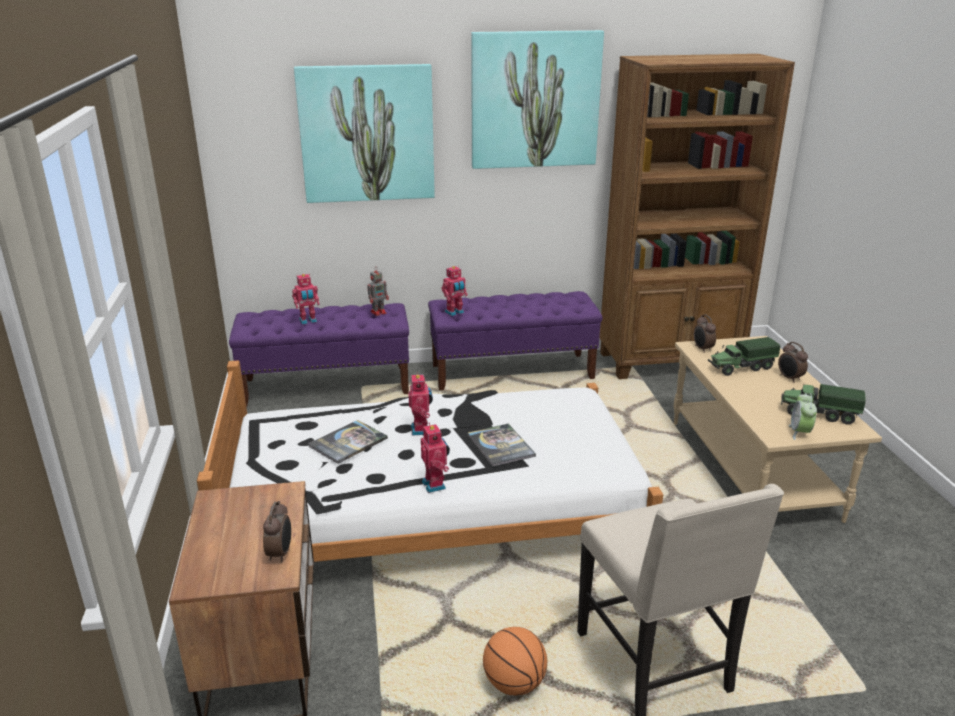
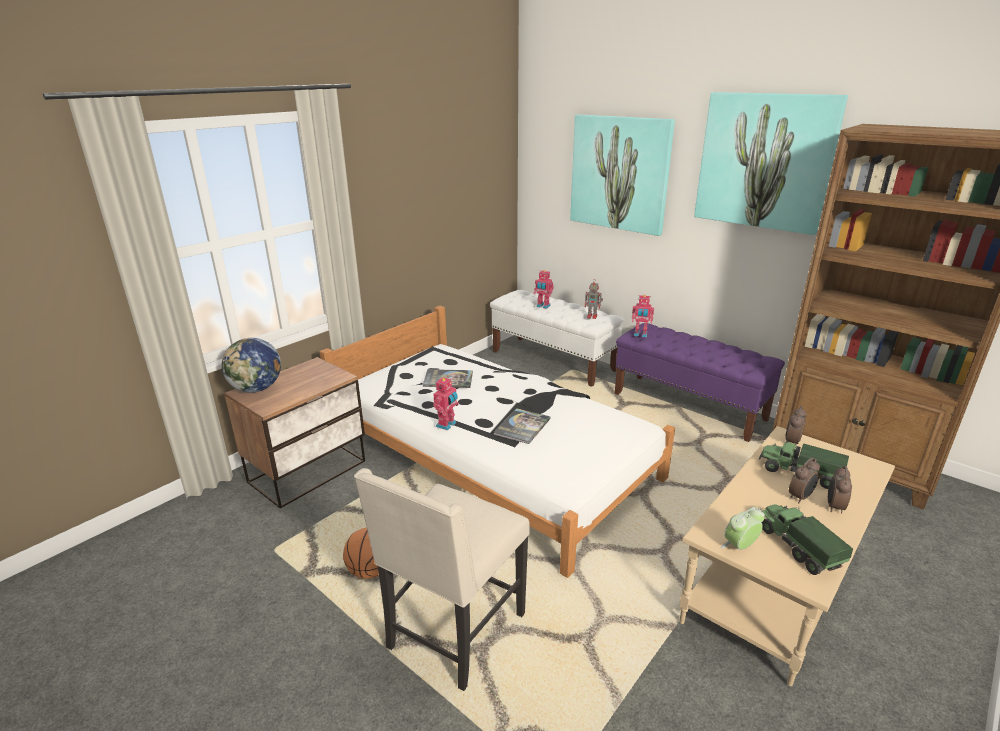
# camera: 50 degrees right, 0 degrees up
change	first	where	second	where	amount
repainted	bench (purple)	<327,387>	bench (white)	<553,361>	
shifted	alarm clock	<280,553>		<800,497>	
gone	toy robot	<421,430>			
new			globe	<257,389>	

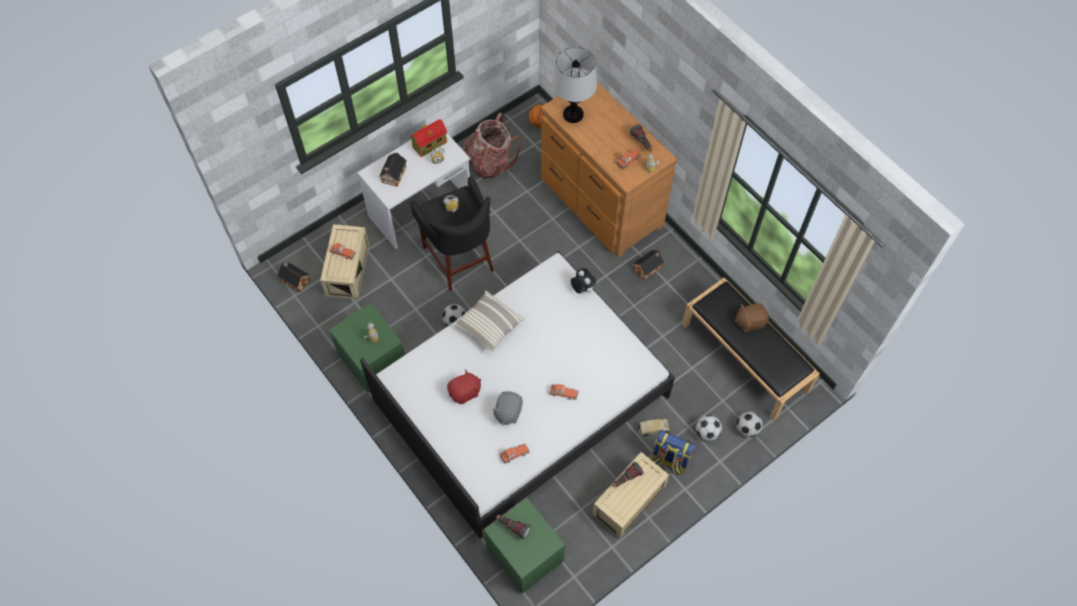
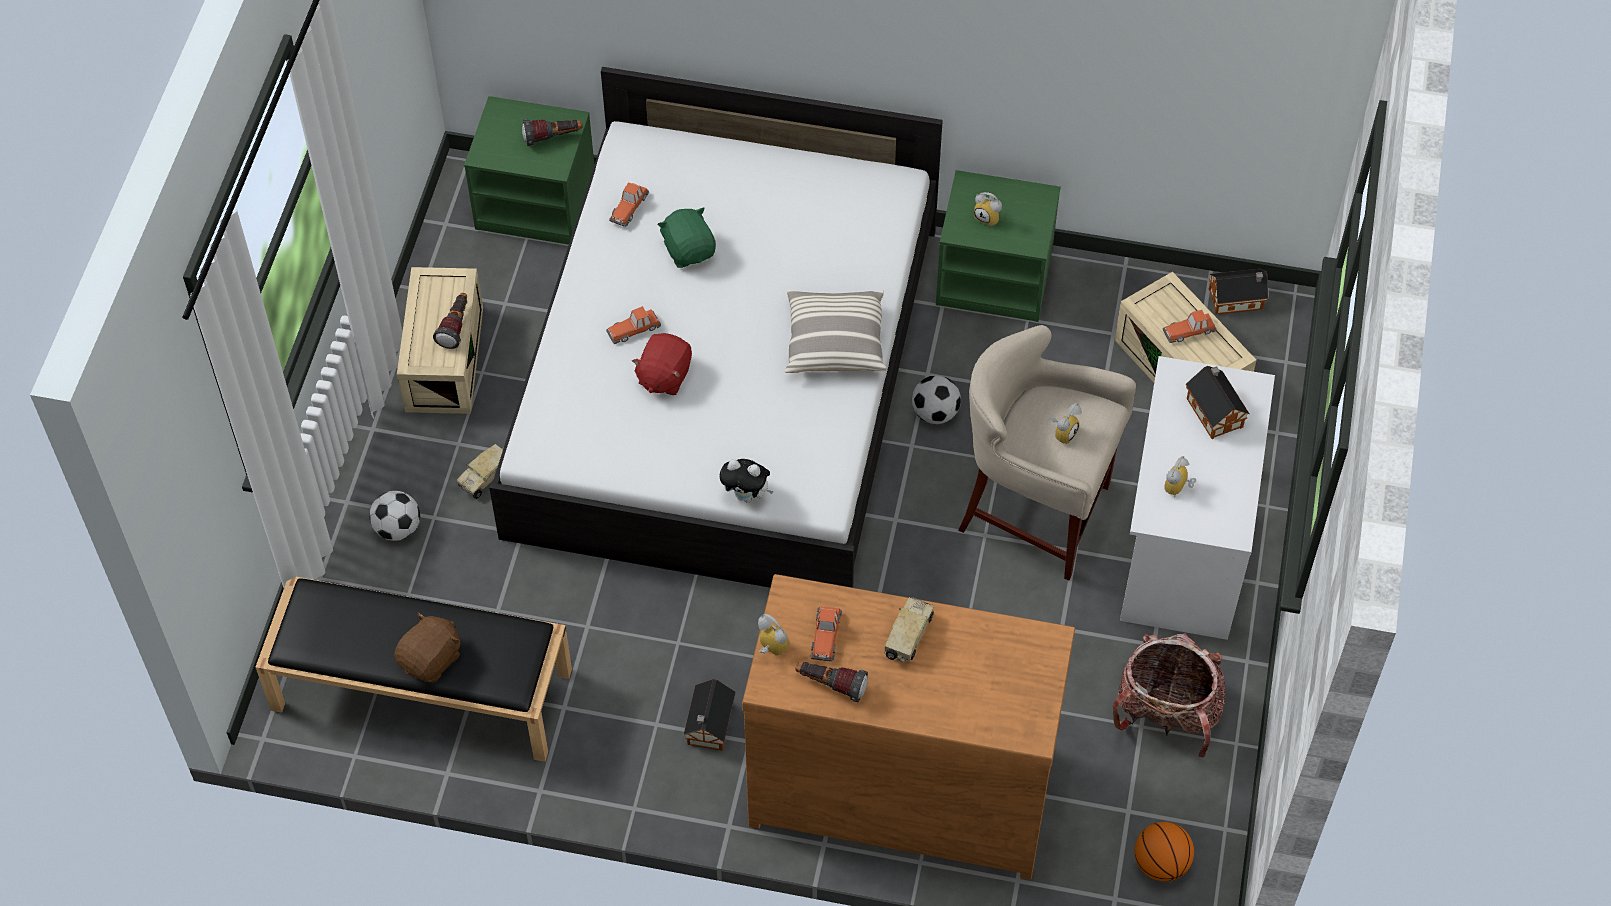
# camera: 140 degrees right, 5 degrees down
change	first	where	second	where	amount
gone	toy house	<429,145>			
repainted	stool (black)	<459,257>	stool (beige)	<1035,512>	
shifted	plush toy (red)	<465,392>		<663,376>	
repainted	plush toy (grey)	<508,412>	plush toy (green)	<689,250>	
gone	table lamp	<573,114>			
gone	backpack	<669,460>			
gone	football	<747,429>			
new			toy truck	<908,636>	

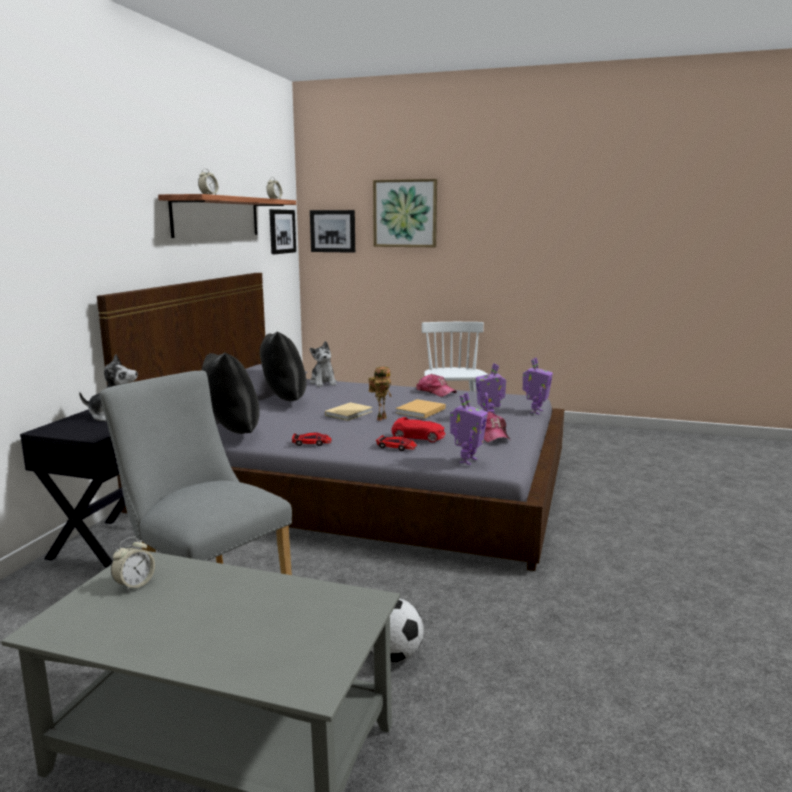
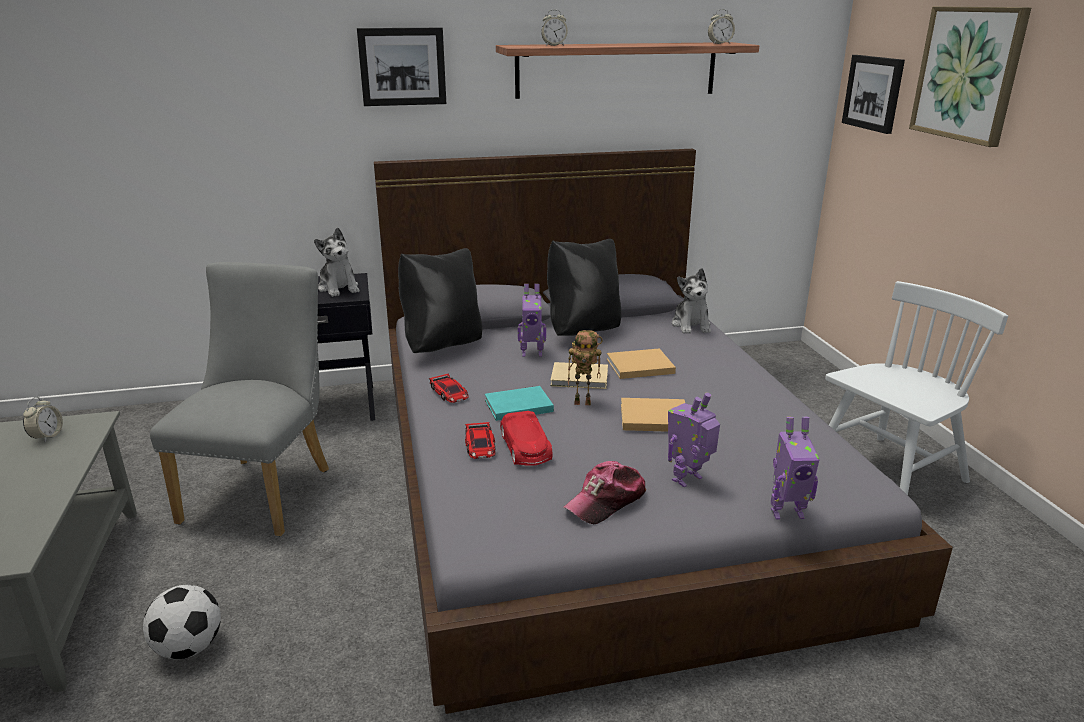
# camera: 60 degrees right, 10 degrees up
change	first	where	second	where	amount
rotated	alarm clock	<135,584>		<47,436>	90 degrees counterclockwise
shifted	picture	<281,231>		<402,66>	
rotated	plush toy	<323,382>		<691,325>	45 degrees counterclockwise
gone	cap	<435,392>			
shifted	toy robot	<467,460>		<532,353>	
new			book (turquoise)	<516,405>	
new			book (beige)	<638,366>	

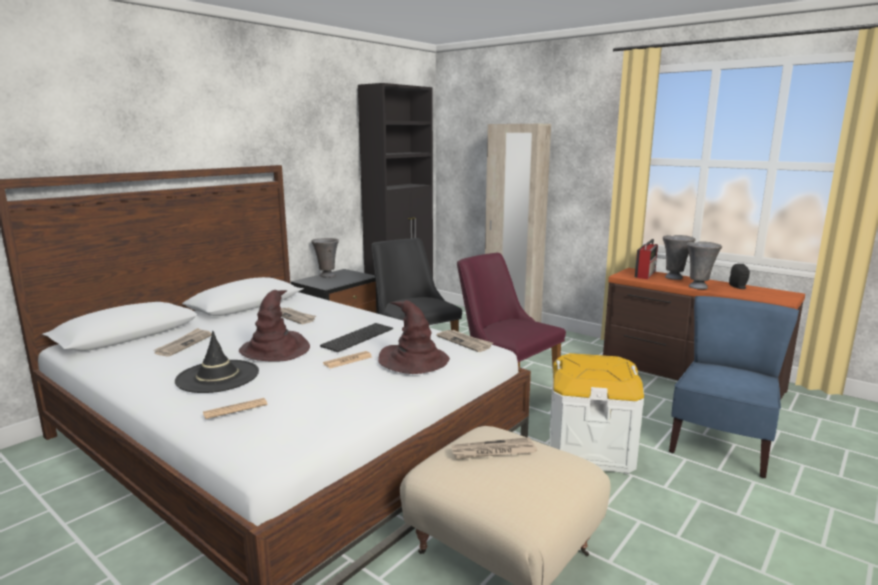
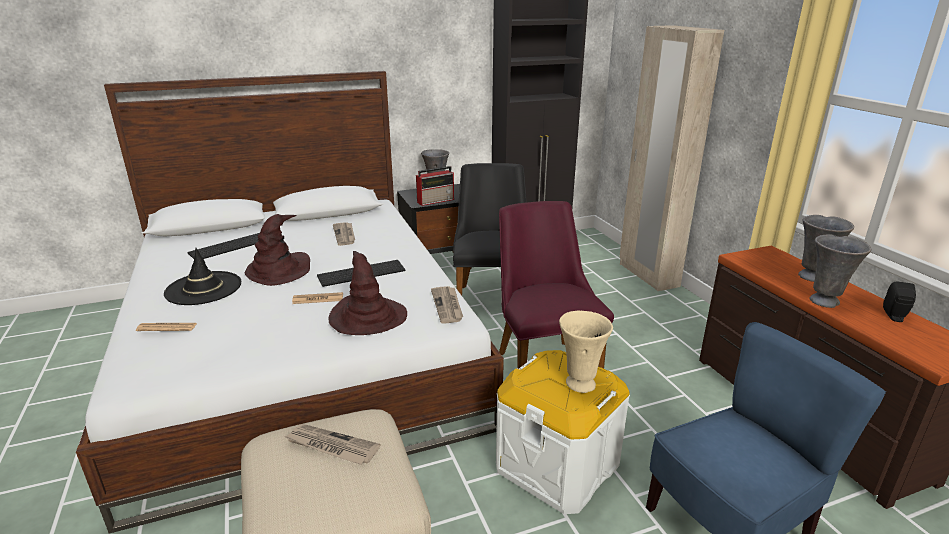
# camera: 30 degrees right, 10 degrees up
change	first	where	second	where	amount
swapped	newspaper	<184,344>	keyboard	<230,246>	
shifted	radio	<645,274>		<436,200>	
new			vase (beige)	<579,383>	

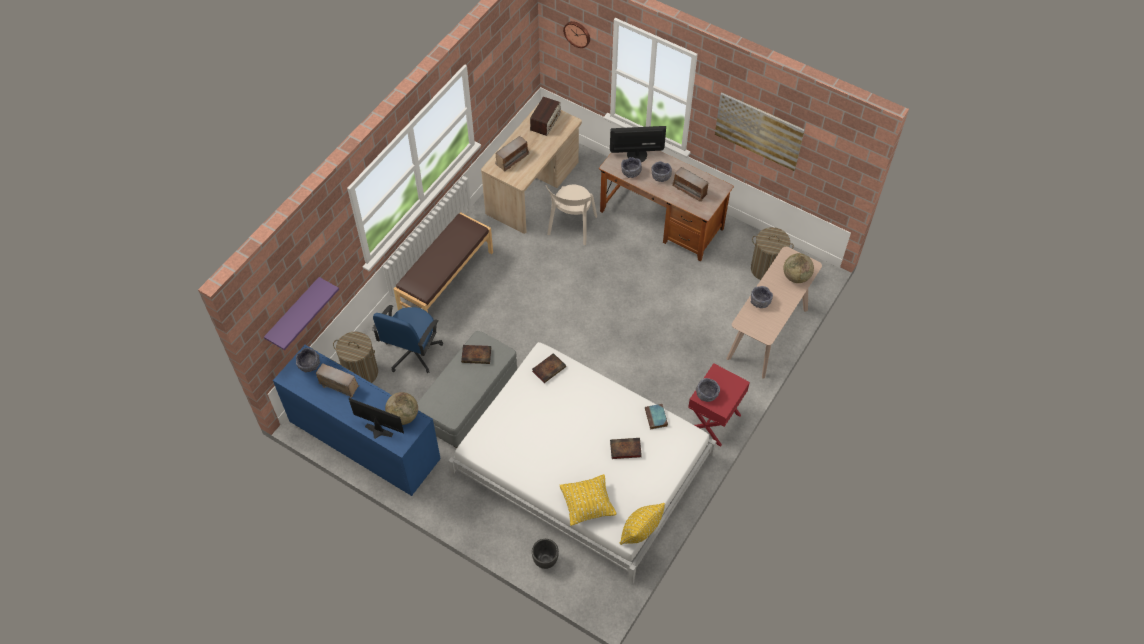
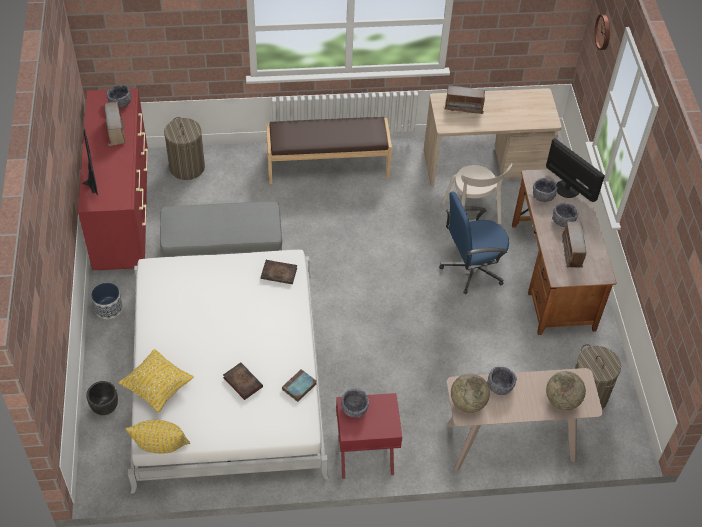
# camera: 50 degrees right, 5 degrees down
change	first	where	second	where	amount
gone	shelf (purple)	<294,313>			
repainted	dresser (blue)	<365,442>	dresser (red)	<123,210>	
shifted	office chair (blue)	<412,352>		<471,268>	
shifted	globe	<403,416>		<467,403>	
gone	book	<477,355>			
gone	radio	<545,121>			
rotated	chair (beige)	<571,227>		<472,215>	90 degrees counterclockwise
gone	picture	<758,131>			
new			planter	<108,308>	

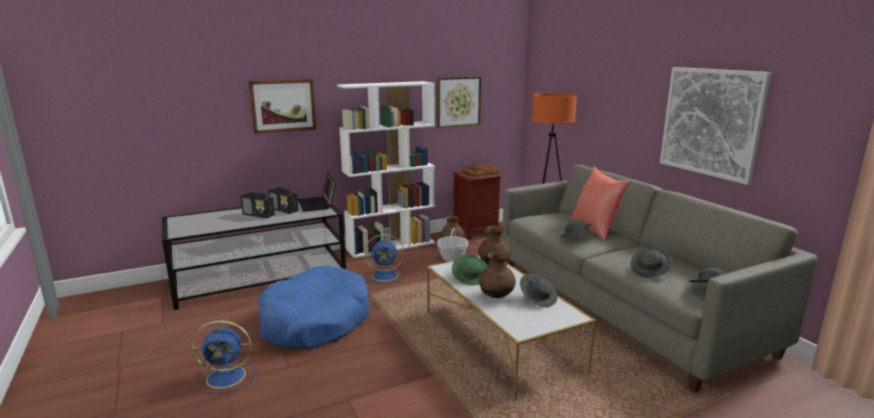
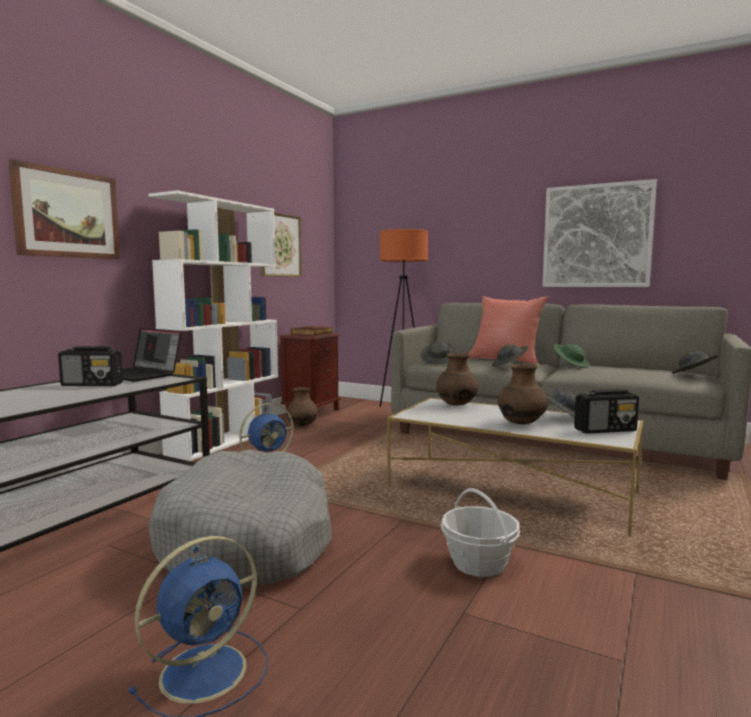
# camera: 35 degrees left, 10 degrees down
change	first	where	second	where	amount
shifted	radio	<259,215>		<605,430>	
repainted	dog bed (blue)	<315,321>	dog bed (grey)	<248,540>	
shifted	basket	<452,258>		<479,563>	
shifted	hat (green)	<470,278>		<571,365>	
shifted	hat (grey)	<650,271>		<439,362>	

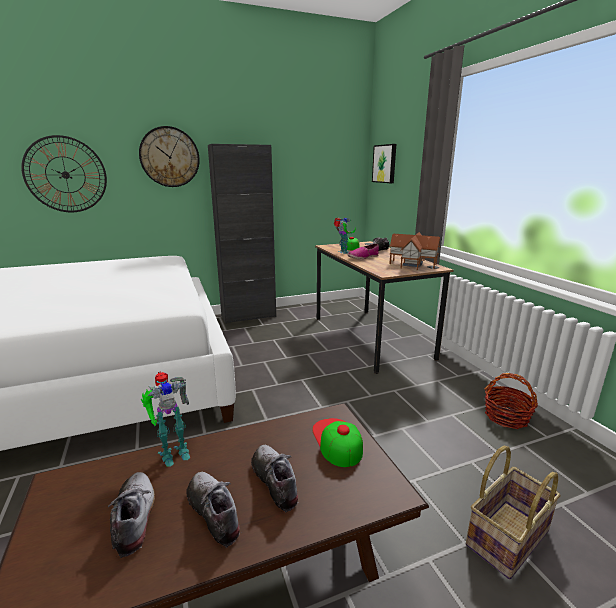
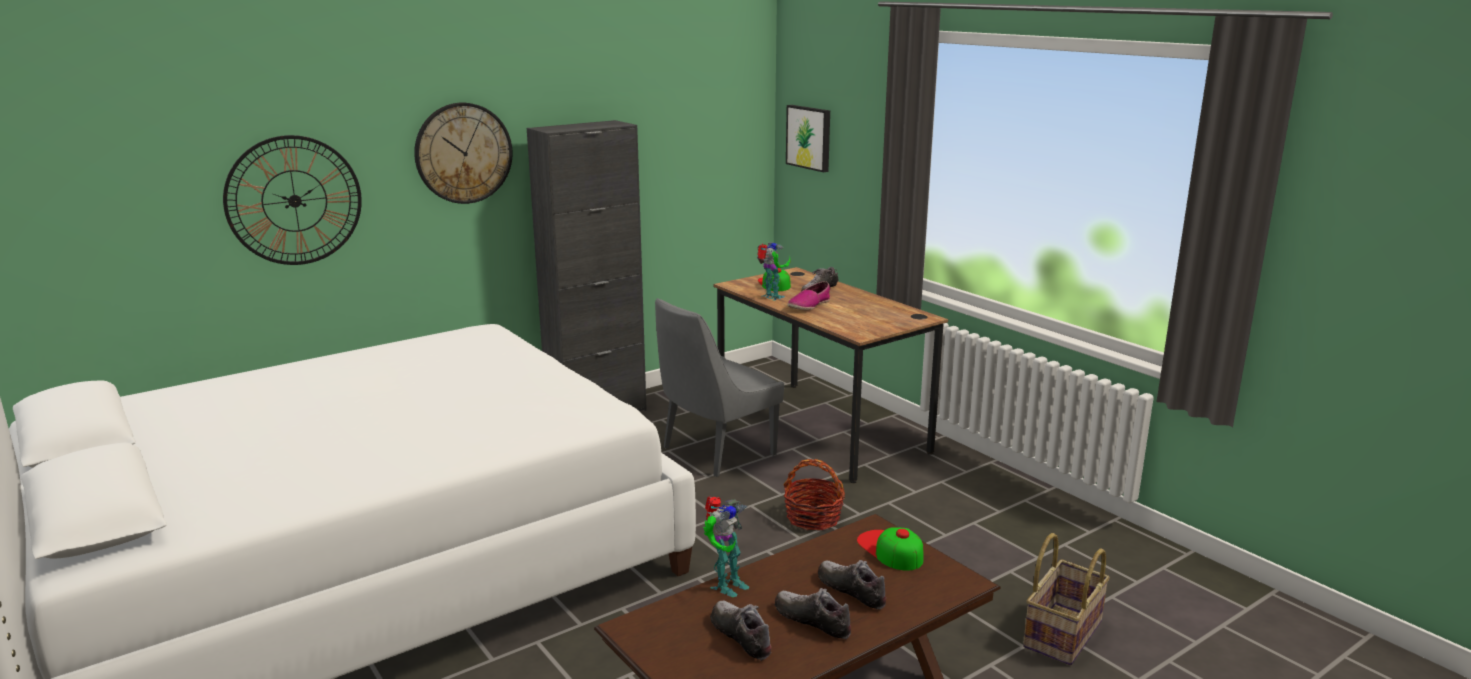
# camera: 15 degrees left, 0 degrees up
change	first	where	second	where	amount
gone	toy house	<412,264>			
shifted	basket	<506,417>		<813,518>	
new			chair (grey)	<715,452>	

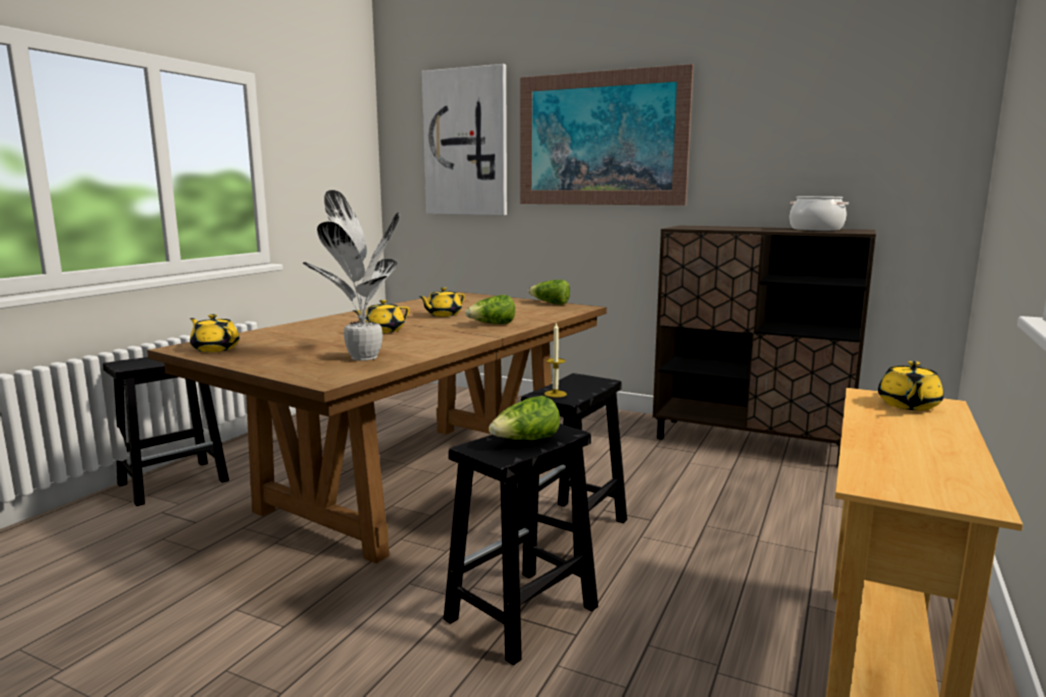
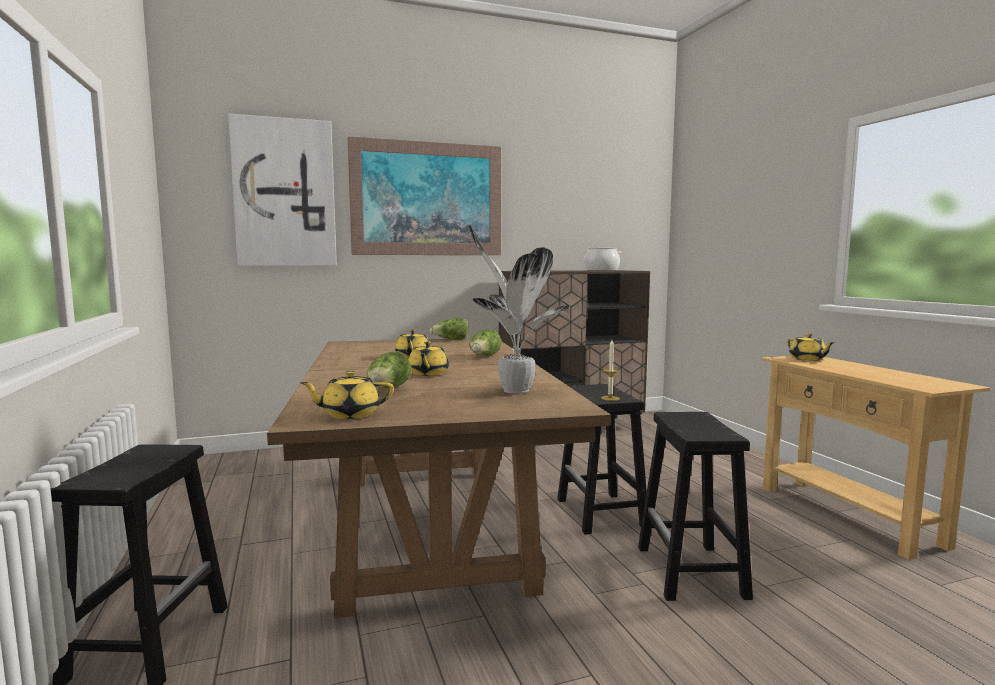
# camera: 45 degrees left, 5 degrees down
change	first	where	second	where	amount
shifted	lettuce	<526,441>		<388,389>	

